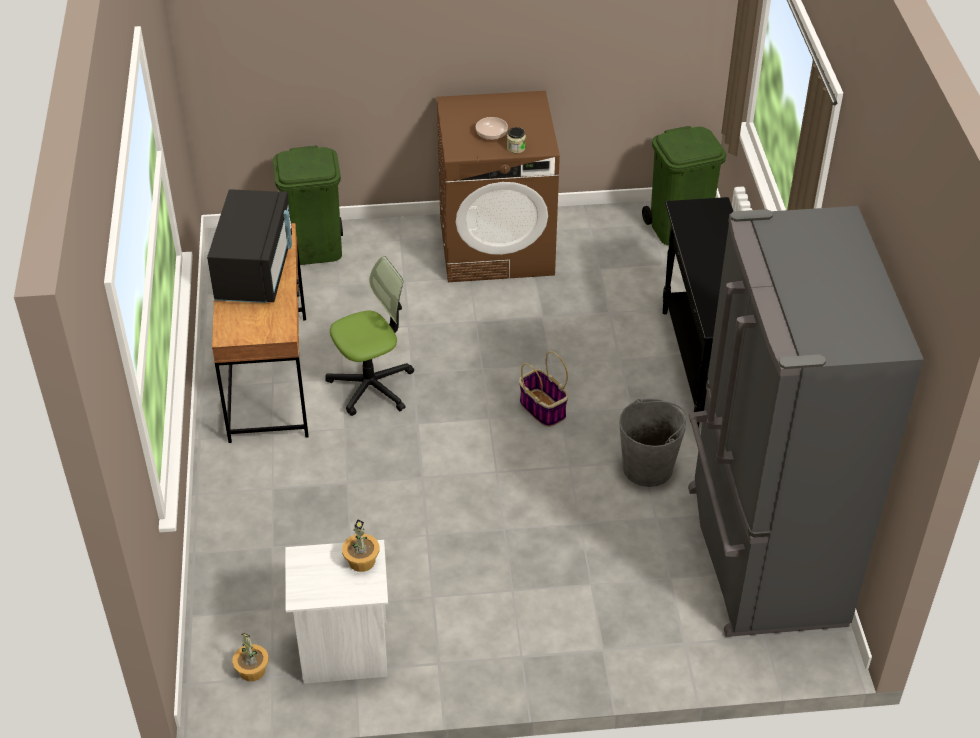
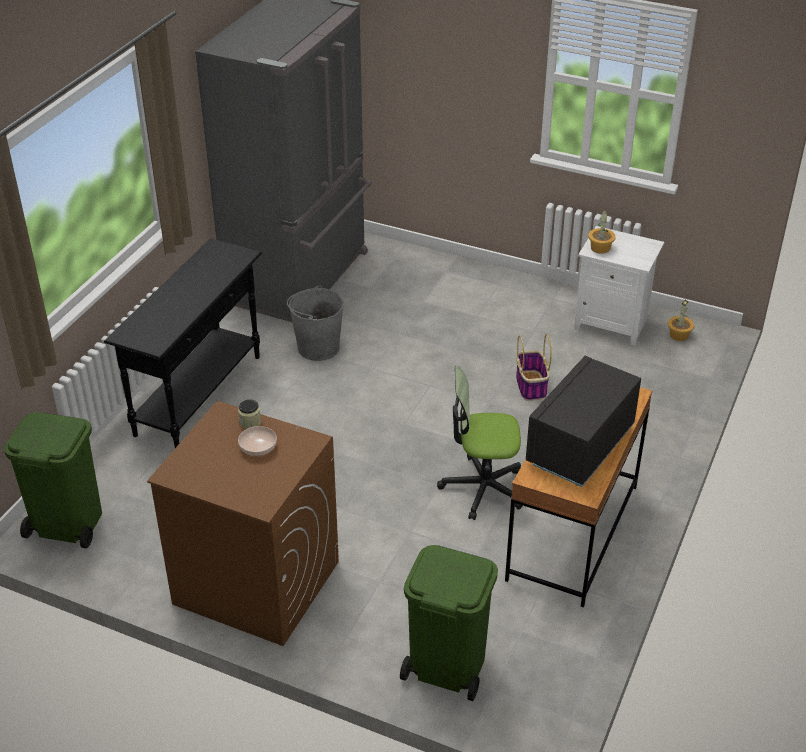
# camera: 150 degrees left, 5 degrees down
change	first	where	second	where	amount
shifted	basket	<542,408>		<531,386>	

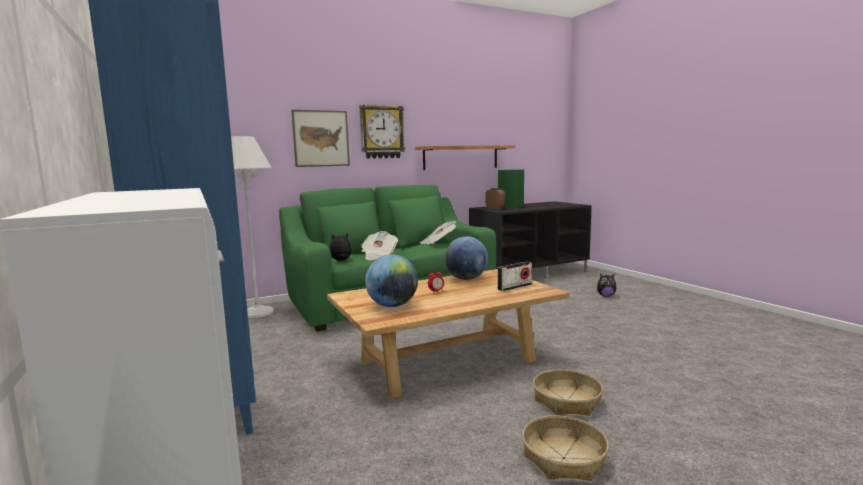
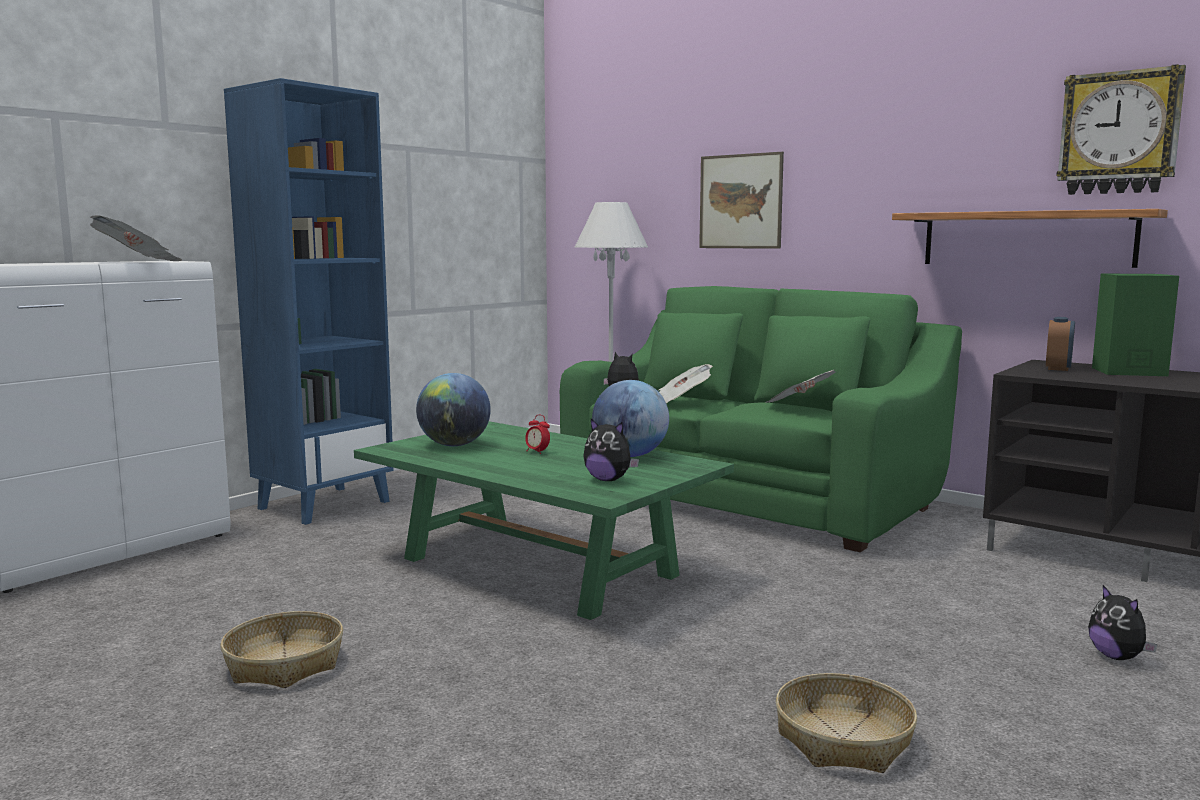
# camera: 65 degrees right, 0 degrees up
change	first	where	second	where	amount
repainted	coffee table (beige)	<447,361>	coffee table (green)	<539,567>	
shifted	wall clock	<381,132>		<1119,133>	
swapped	radio	<514,287>	plush toy	<608,480>	
shifted	basket	<567,401>		<843,740>	
new			newspaper	<138,262>	

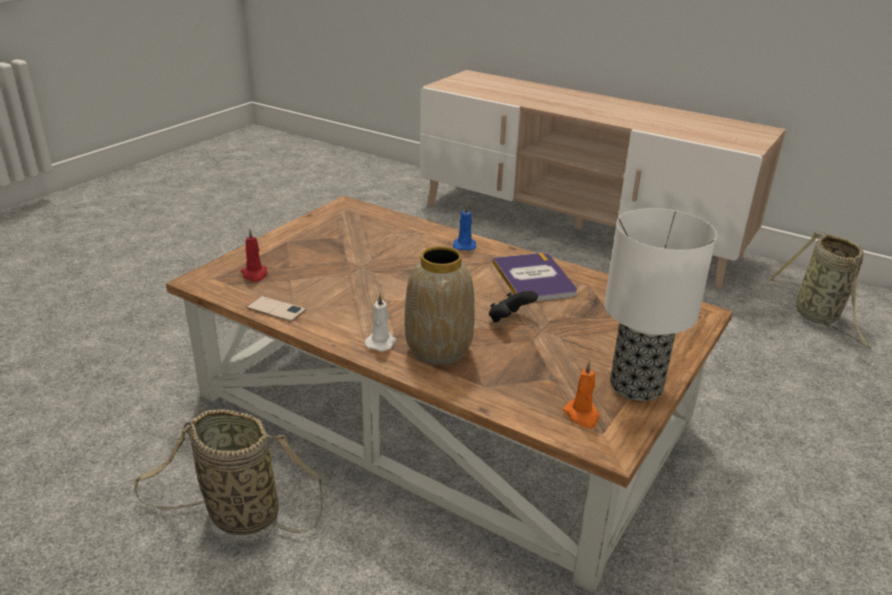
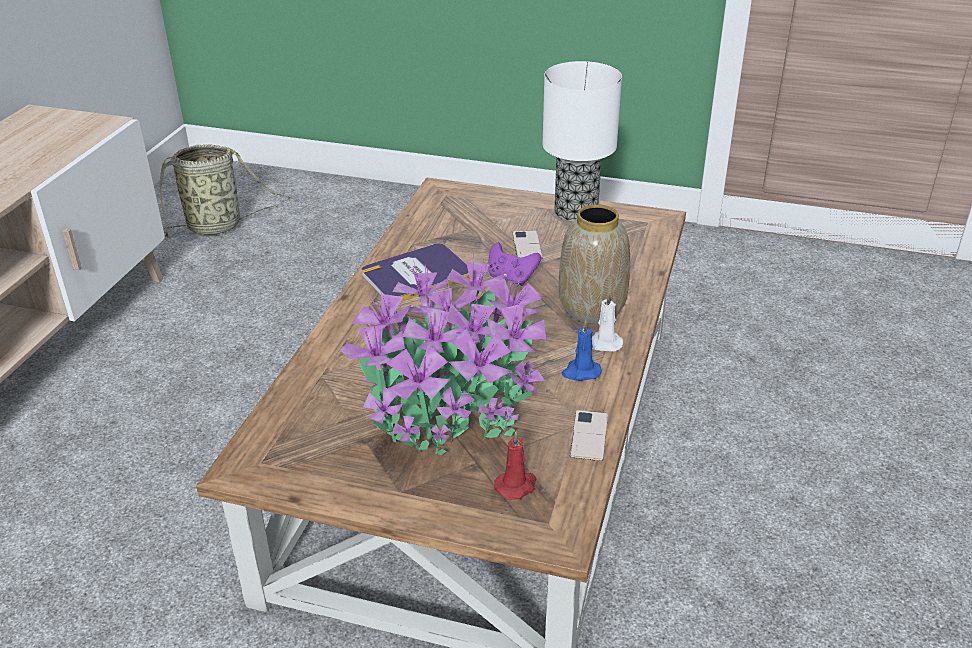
# camera: 105 degrees left, 5 degrees up
change	first	where	second	where	amount
gone	basket	<237,515>			
shifted	candle (blue)	<464,245>		<580,372>	
repainted	game controller (black)	<509,320>	game controller (purple)	<511,278>	
gone	candle (orange)	<582,416>			
new			potted plant	<448,407>	
new			phone	<527,246>	

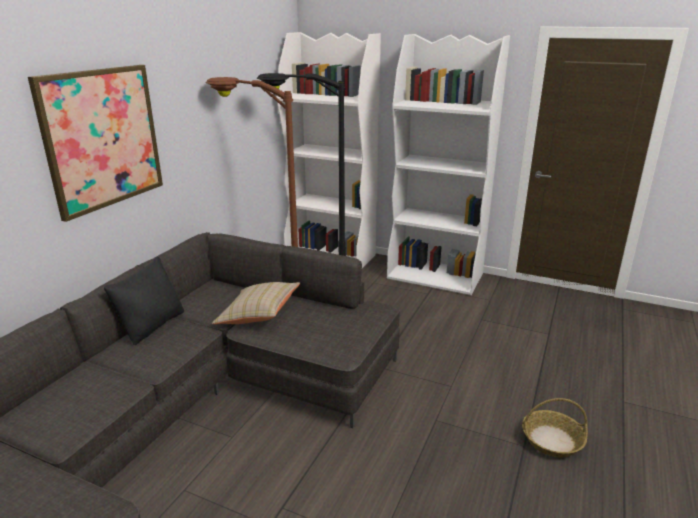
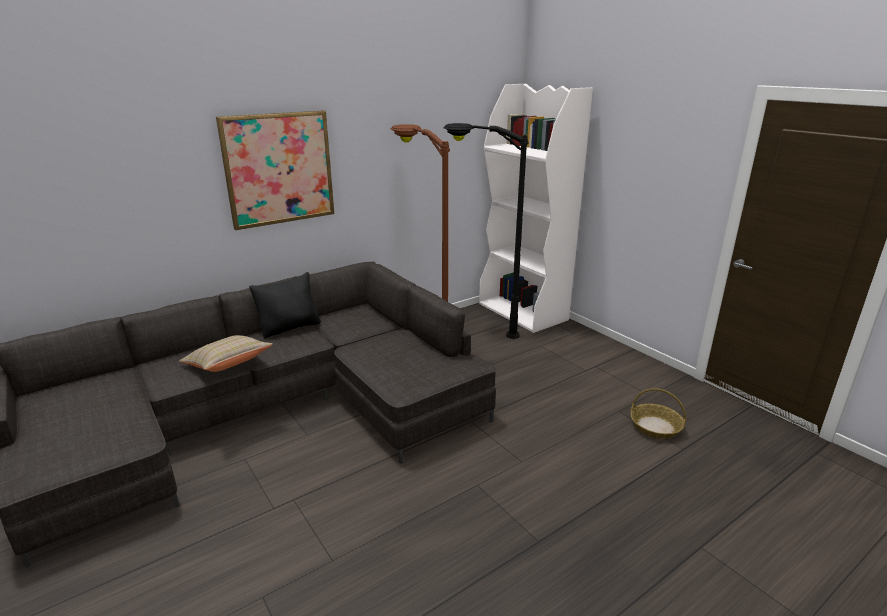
# camera: 30 degrees right, 0 degrees up
change	first	where	second	where	amount
shifted	pillow (beige)	<258,315>		<228,365>	
gone	bookcase (white)	<436,276>			
shifted	basket	<551,440>		<655,427>	

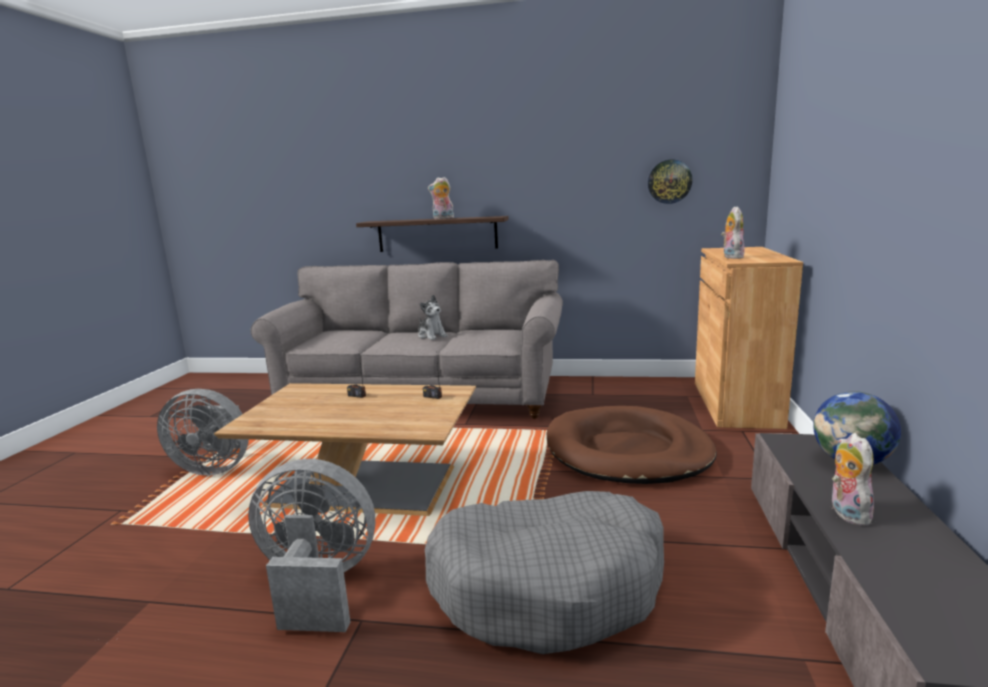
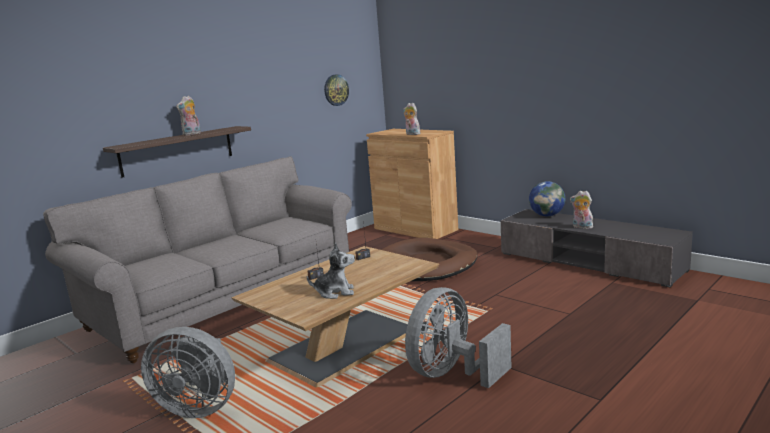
# camera: 55 degrees left, 0 degrees up
change	first	where	second	where	amount
rotated	fan (grey)	<215,467>		<199,407>	60 degrees clockwise
shifted	plush toy	<432,336>		<335,292>	
gone	dog bed (grey)	<549,585>			

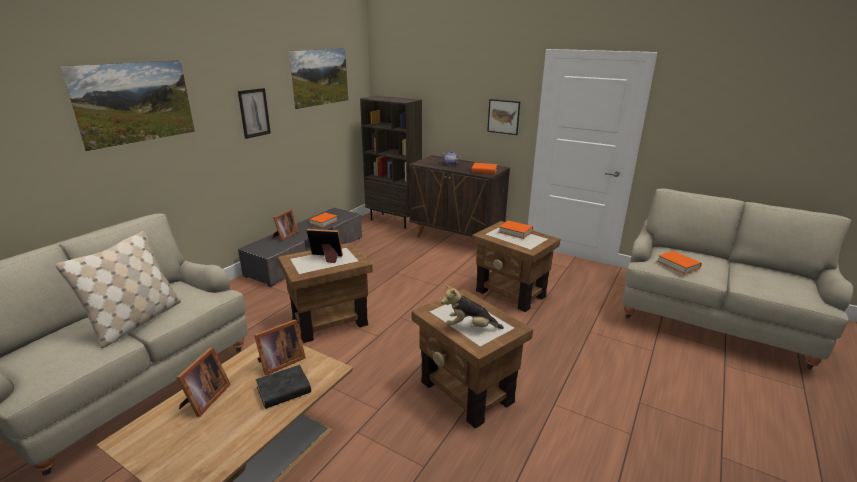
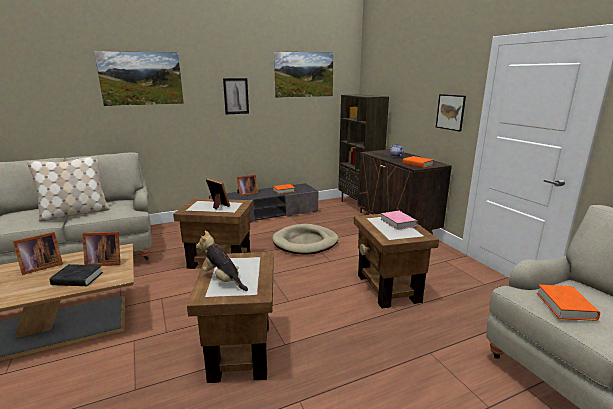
# camera: 35 degrees right, 5 degrees down
change	first	where	second	where	amount
repainted	book (orange)	<515,232>	book (pink)	<398,223>	
new			dog bed (beige)	<305,242>	

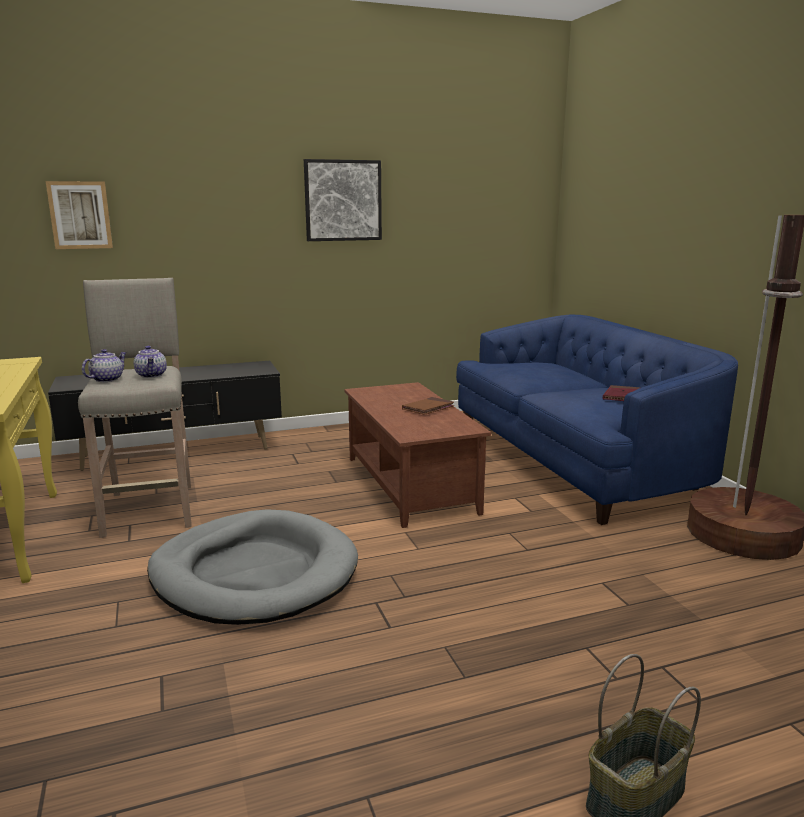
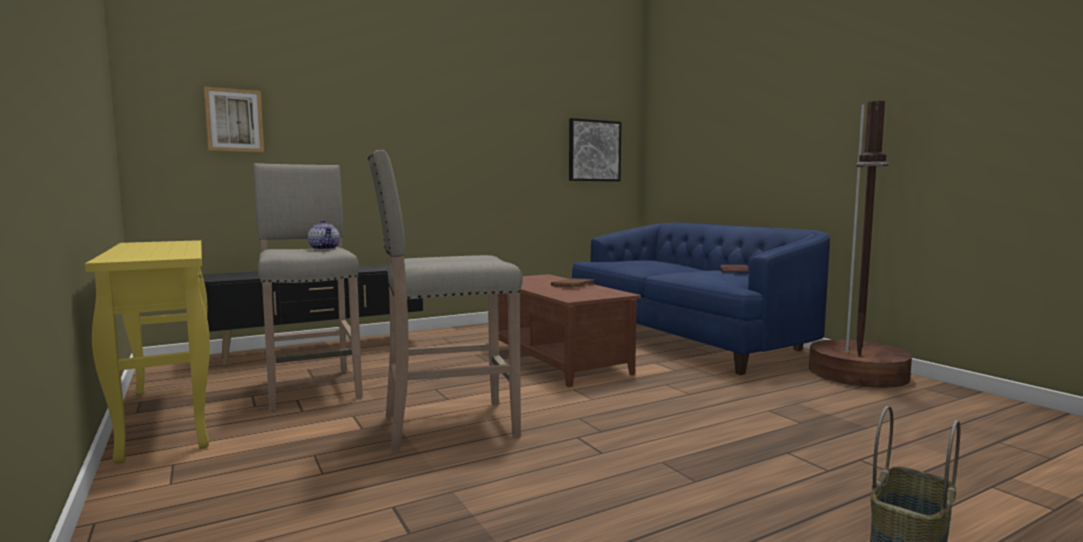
# camera: 10 degrees left, 10 degrees down
change	first	where	second	where	amount
gone	teapot	<107,379>			
swapped	dog bed (grey)	<254,573>	stool (beige)	<446,425>	
shifted	picture	<343,200>		<594,150>	

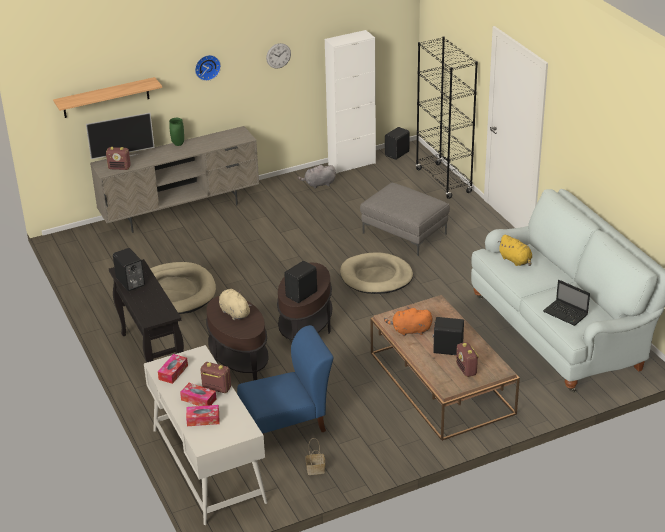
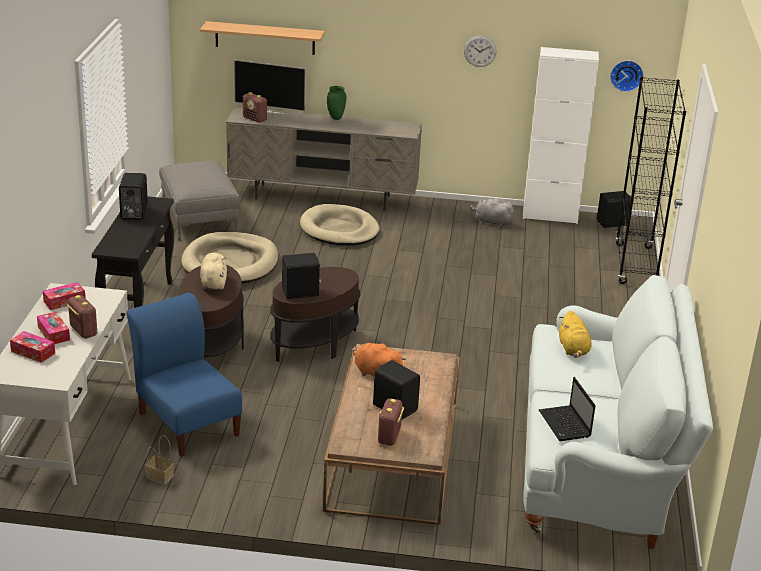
# camera: 30 degrees right, 5 degrees down
change	first	where	second	where	amount
shifted	wall clock	<207,67>		<626,75>	
rotated	chair (blue)	<287,423>		<187,422>	135 degrees counterclockwise
shifted	dog bed (beige)	<376,277>		<339,229>	
shifted	ottoman (grey)	<405,233>		<200,219>	

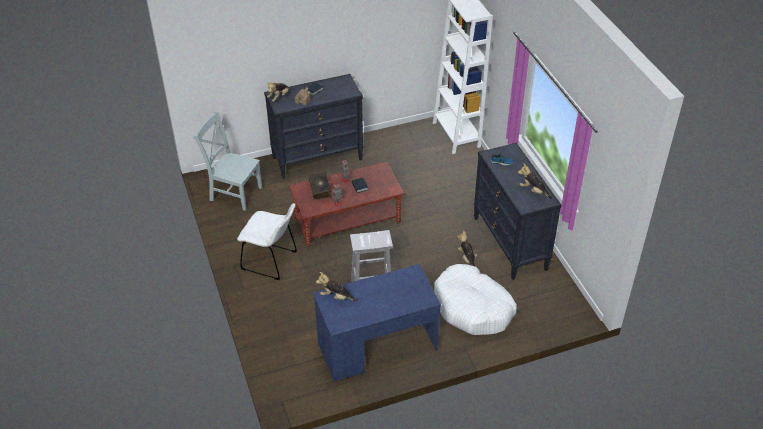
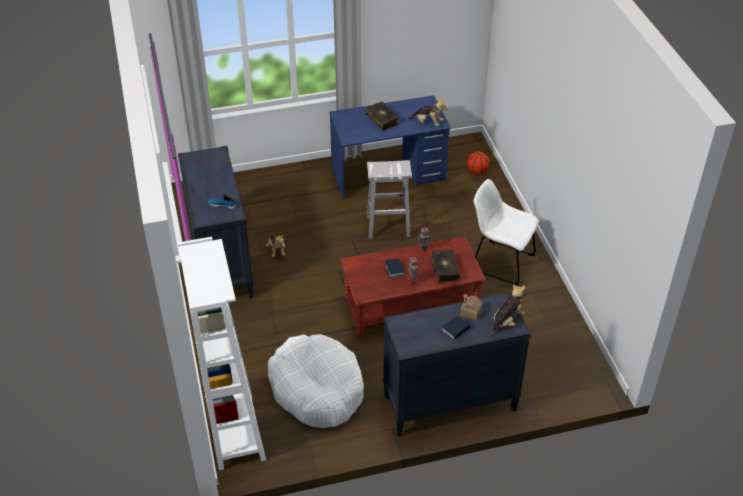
# camera: 175 degrees left, 0 degrees up
change	first	where	second	where	amount
gone	chair (grey)	<234,193>			
shifted	dog bed (white)	<473,308>		<317,389>	
gone	plush toy	<533,191>			
new			book	<382,120>	
new			basketball	<477,171>	

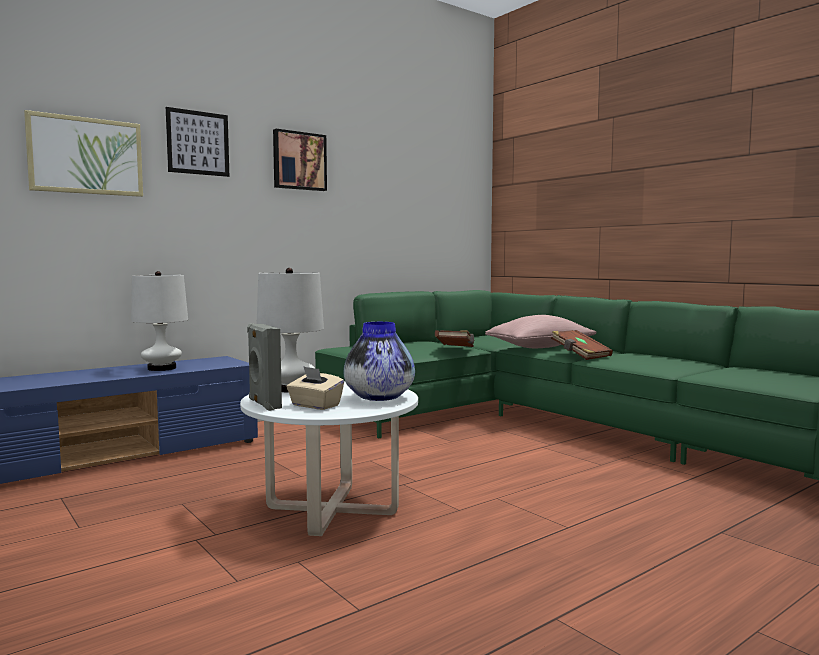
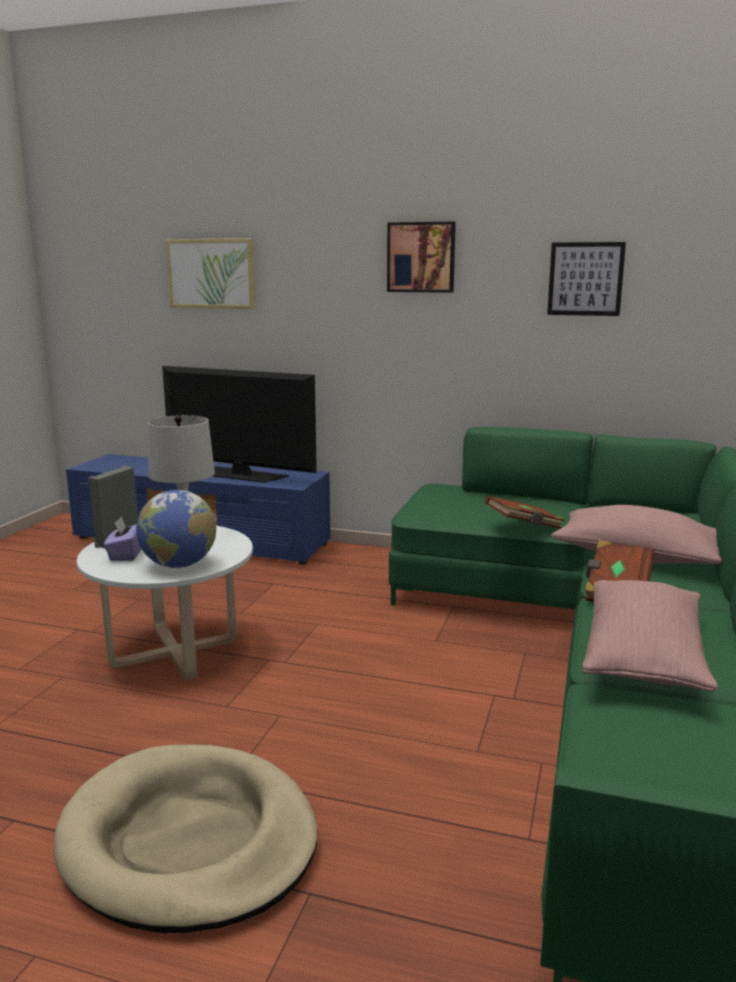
# camera: 55 degrees right, 10 degrees up
change	first	where	second	where	amount
swapped	table lamp (white)	<162,368>	television	<241,475>	
shifted	picture	<198,143>		<585,279>	
repainted	tissue box (beige)	<315,405>	tissue box (purple)	<126,554>	
swapped	vase	<379,398>	globe	<179,565>	
new			dog bed (beige)	<189,841>	
new			pillow (pink)	<643,657>	

